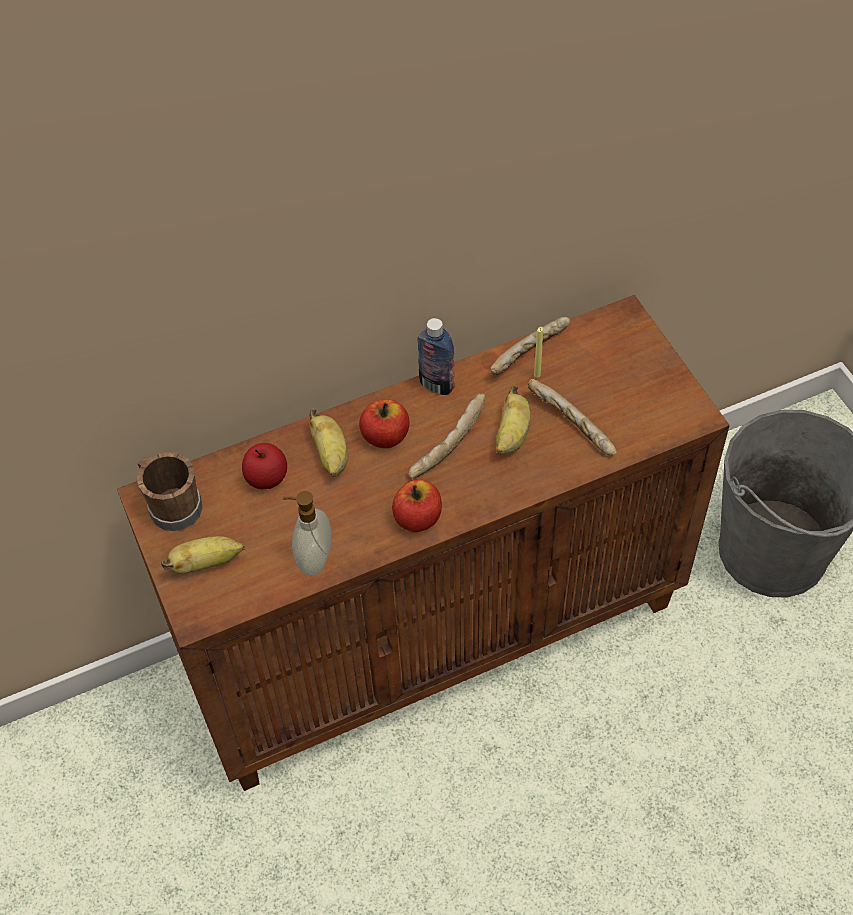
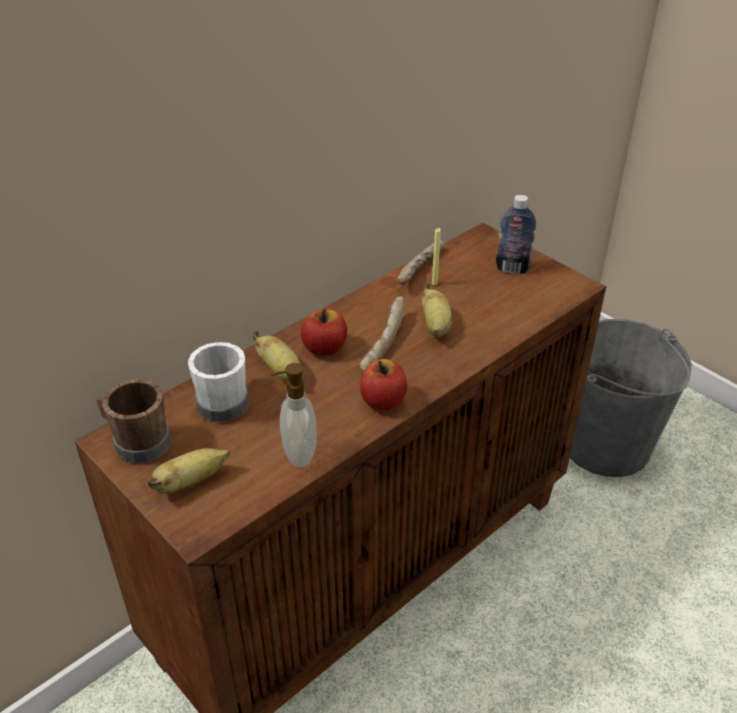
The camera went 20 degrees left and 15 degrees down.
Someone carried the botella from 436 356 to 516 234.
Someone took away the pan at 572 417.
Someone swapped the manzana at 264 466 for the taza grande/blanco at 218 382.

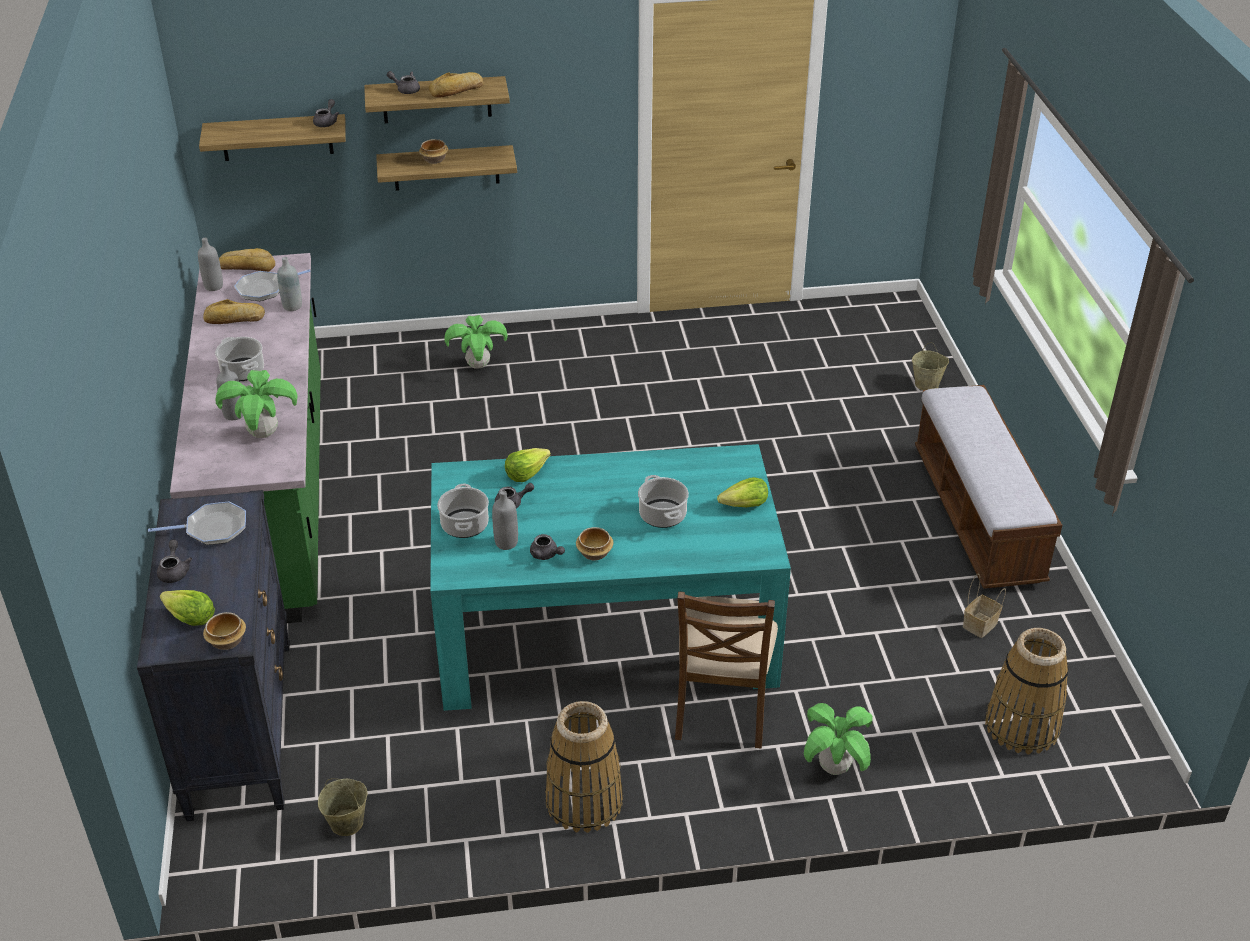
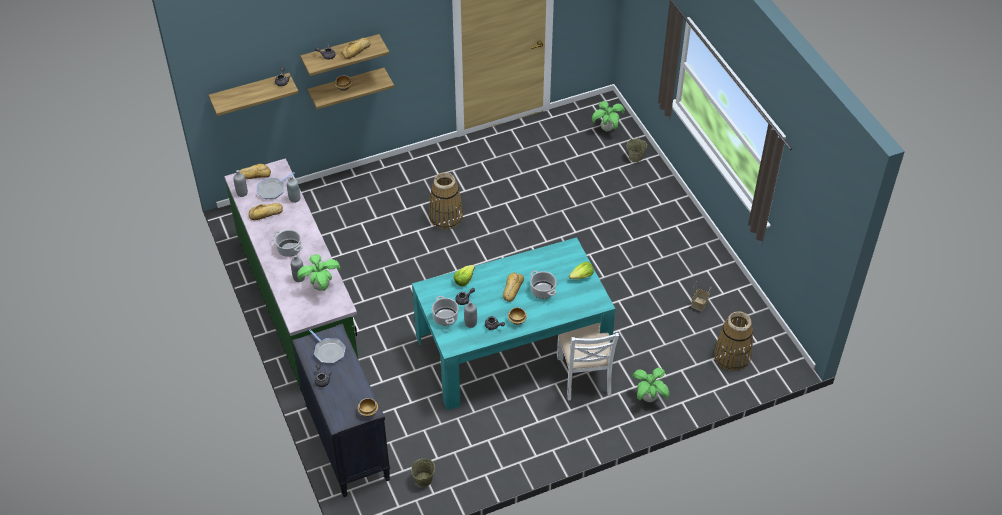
The camera went 15 degrees left and 10 degrees up.
Someone carried the planta en maceta from 476 342 to 608 116.
Someone took away the banco at 988 487.
Someone rotated the sartén at 197 523 by 75 degrees clockwise.
Someone took away the lechuga at 187 608.
Someone repainted the silla/marrón at 726 669, which became the silla/blanco at 588 362.
Someone carried the cesta from 584 767 to 446 201.
Someone put down the pan at 513 287.

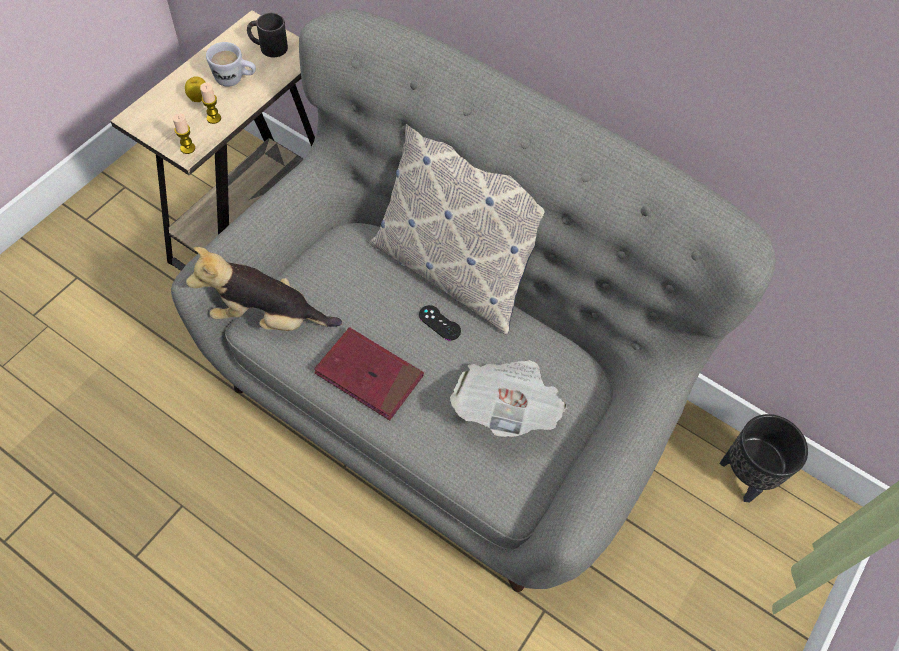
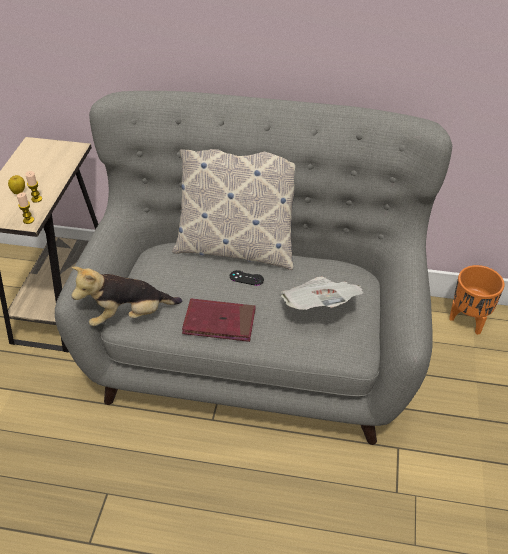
The camera went 20 degrees left and 15 degrees down.
Someone took away the taza grande/negro at 267 35.
Someone took away the taza grande/blanco at 231 64.
Someone repainted the maceta/negro at 763 458, which became the maceta/naranja at 477 300.

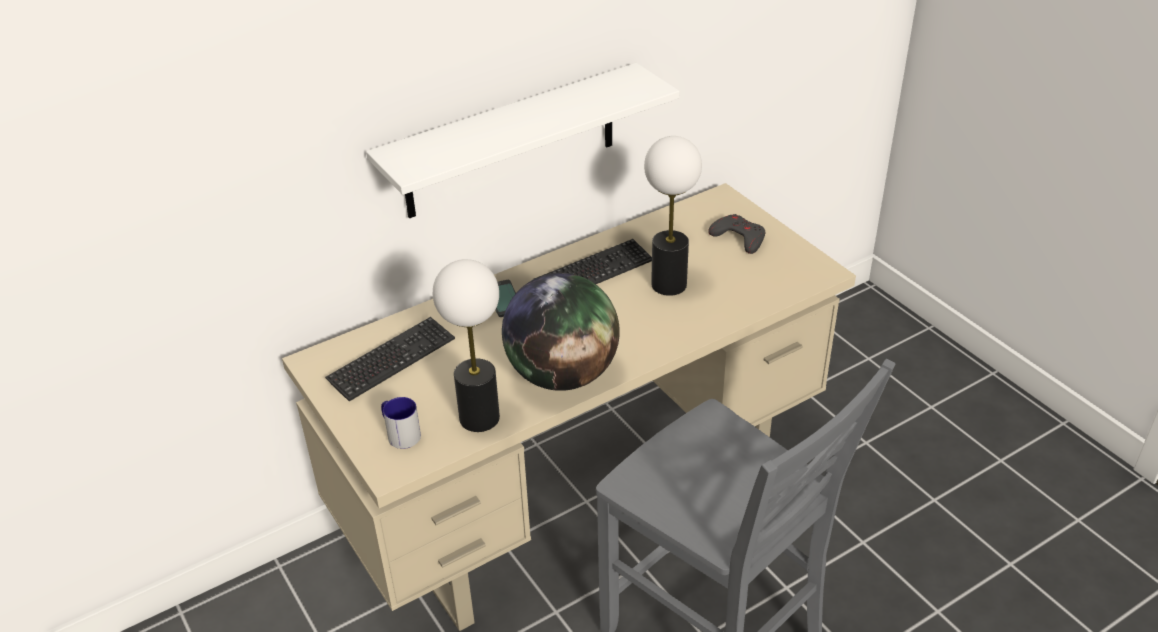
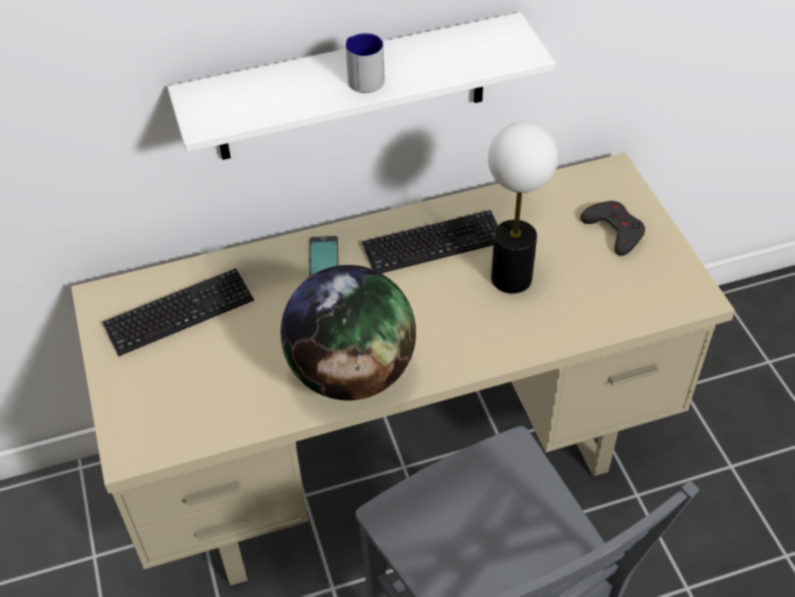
The camera went 15 degrees right and 10 degrees up.
Someone took away the lámpara de mesa at 466 345.
Someone carried the taza grande from 401 423 to 365 63.

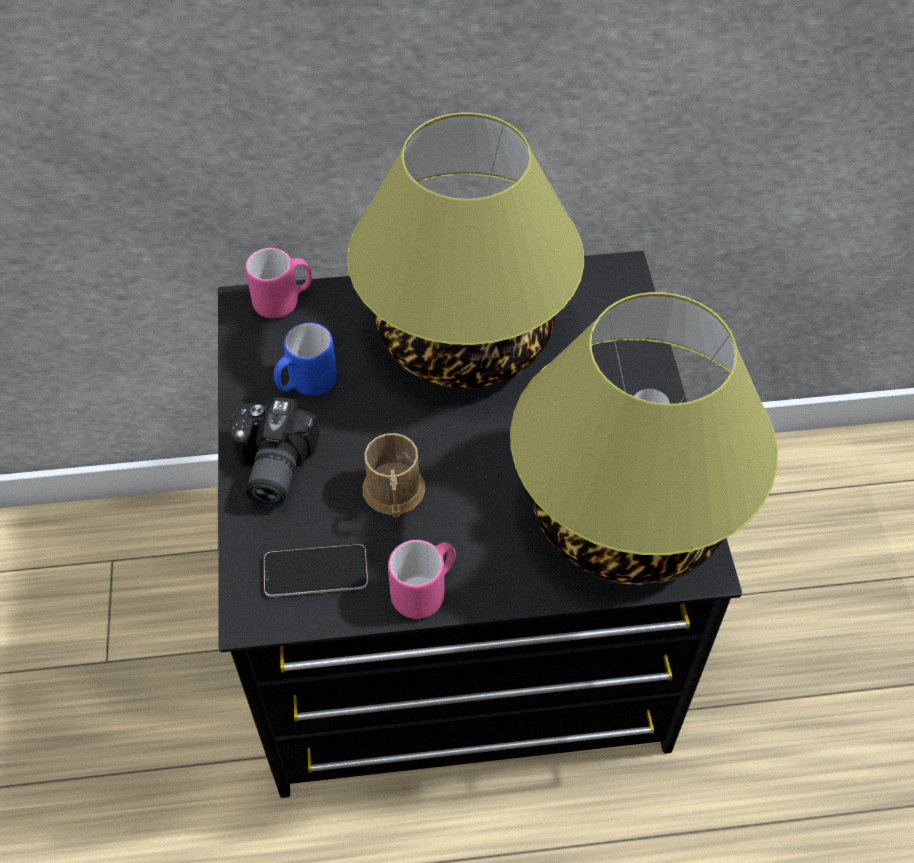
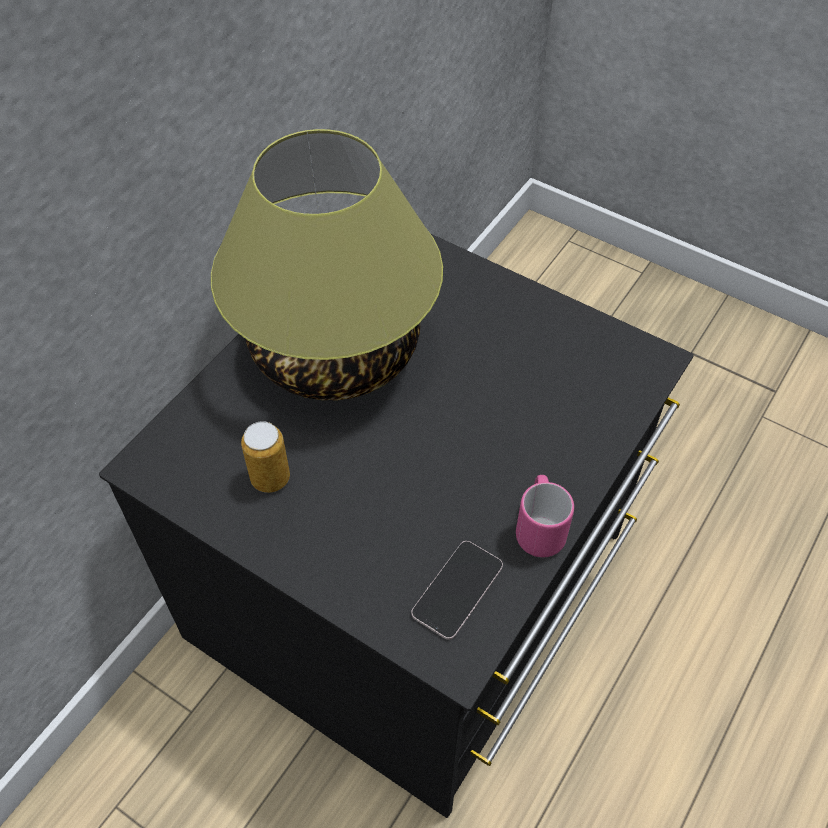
The camera went 50 degrees left and 0 degrees up.
Someone took away the taza grande/rosa at 278 283.
Someone took away the lámpara de mesa at 644 438.
Someone swapped the taza grande/azul at 305 359 for the lata at 265 457.
Someone took away the cámara at 274 452.
Someone took away the taza grande/marrón at 393 475.

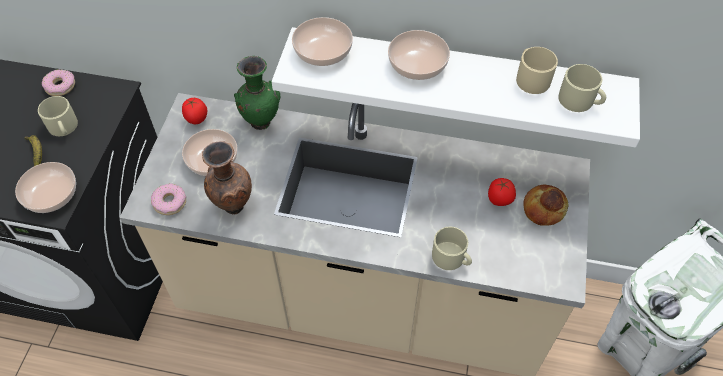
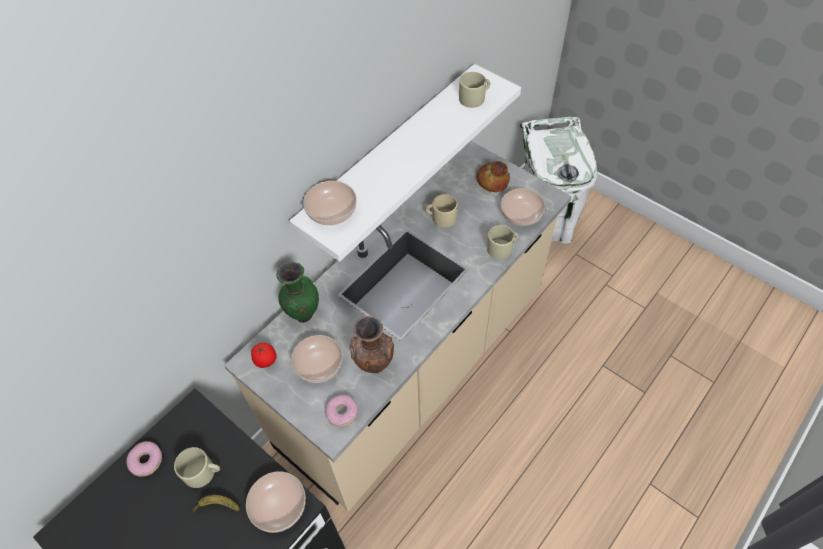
The camera went 60 degrees left and 0 degrees up.
Someone carried the cuenco from 419 55 to 523 207.
Someone carried the taza grande/beis from 537 70 to 441 210.
Someone took away the tomate at 502 192.

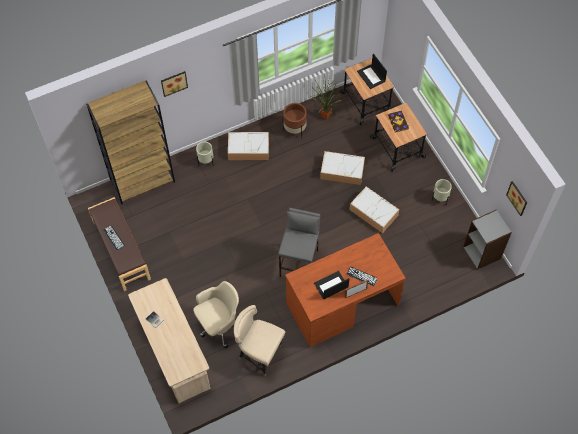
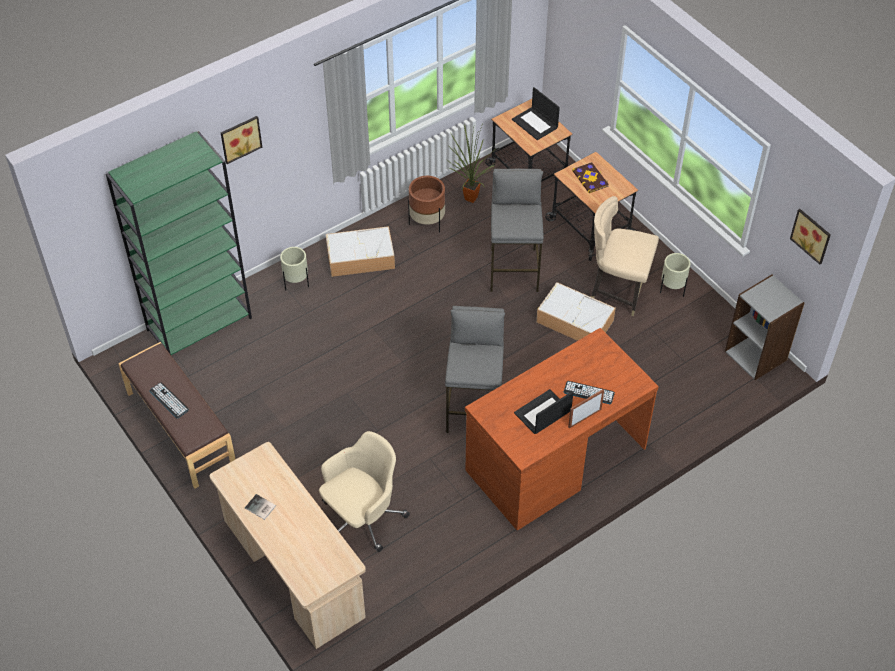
The camera went 10 degrees left and 10 degrees down.
Someone repainted the estantería/marrón at 130 142, which became the estantería/verde at 179 243.
Someone swapped the caja de almacenaje at 342 168 for the taburete/gris at 517 230.
Someone carried the silla/beis from 259 340 to 625 256.

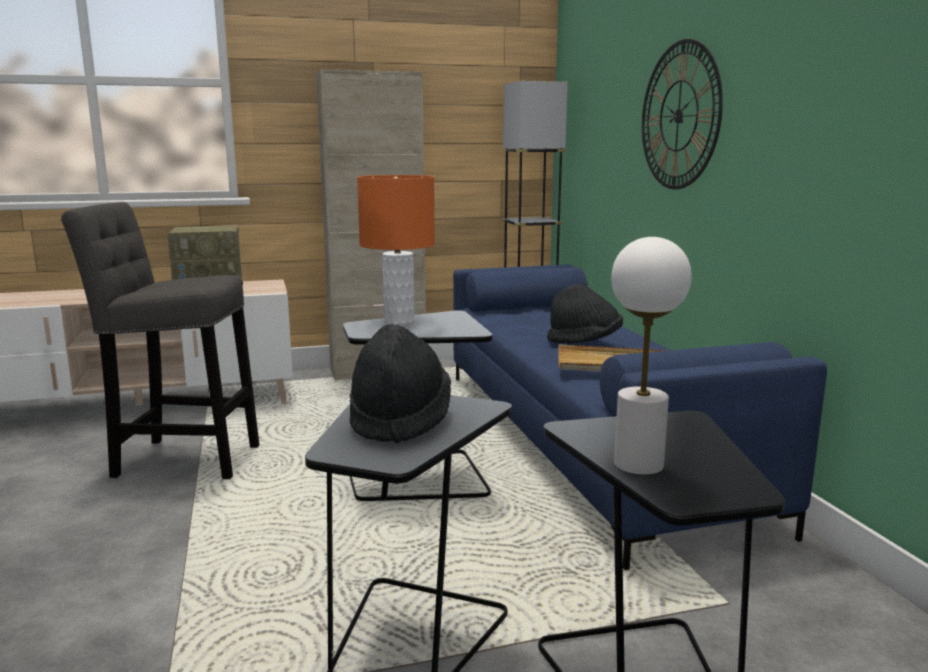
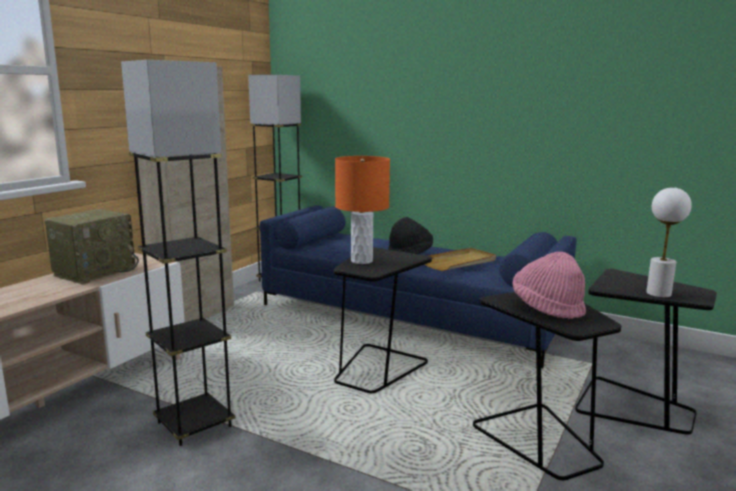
The camera went 45 degrees left and 0 degrees up.
Someone took away the reloj de pared at 682 114.
Someone swapped the taburete/gris at 160 340 for the lámpara de pie/gris at 178 253.
Someone repainted the sombrero/negro at 400 384, which became the sombrero/rosa at 549 285.

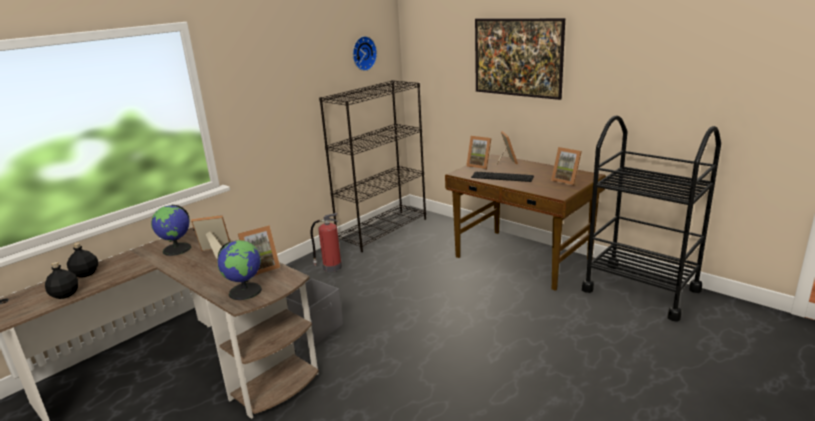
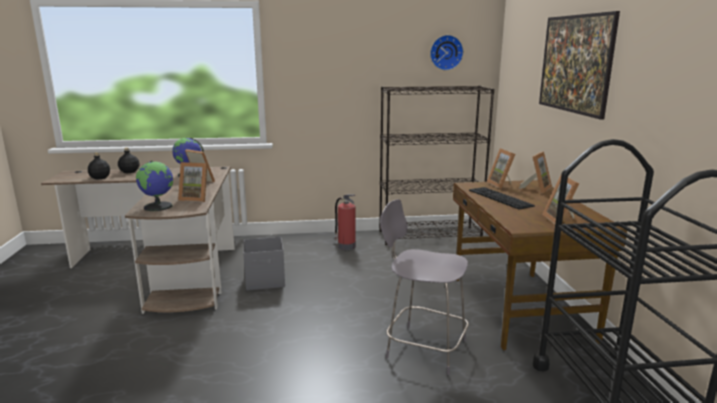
The camera went 40 degrees right and 5 degrees down.
Someone put down the taburete/gris at 424 287.

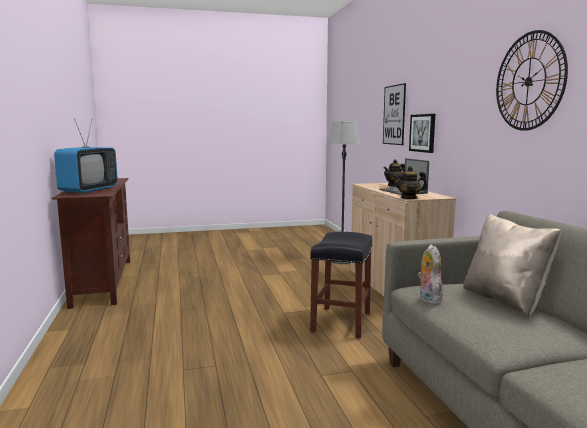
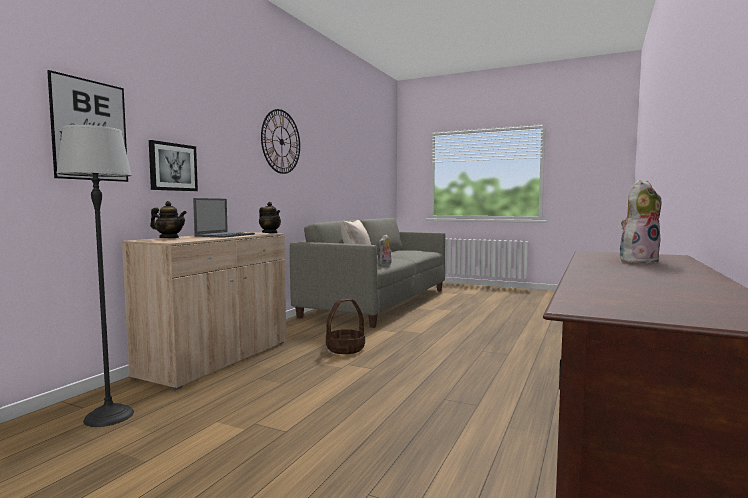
The camera went 140 degrees left and 5 degrees down.
Someone swapped the televisor at 86 155 for the peluche at 641 221.
Someone swapped the taburete/negro at 341 285 for the cesta at 345 326.

